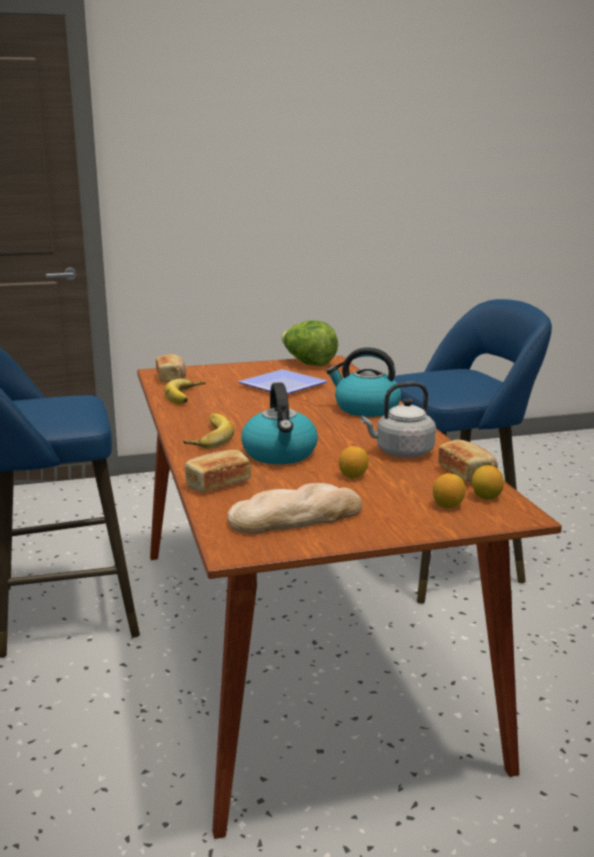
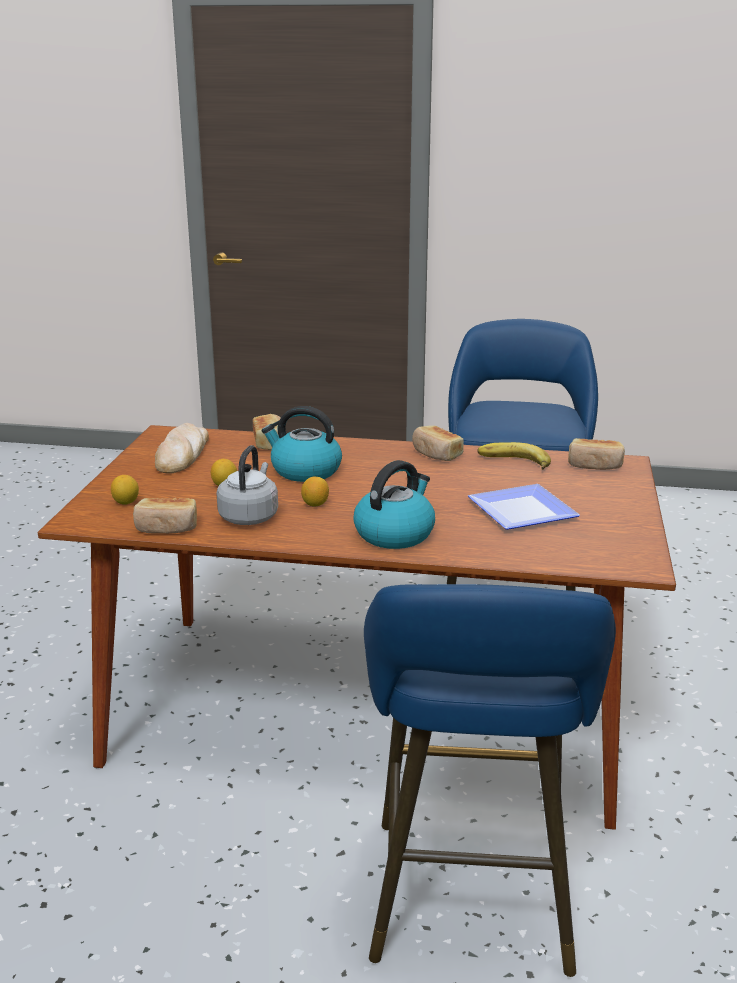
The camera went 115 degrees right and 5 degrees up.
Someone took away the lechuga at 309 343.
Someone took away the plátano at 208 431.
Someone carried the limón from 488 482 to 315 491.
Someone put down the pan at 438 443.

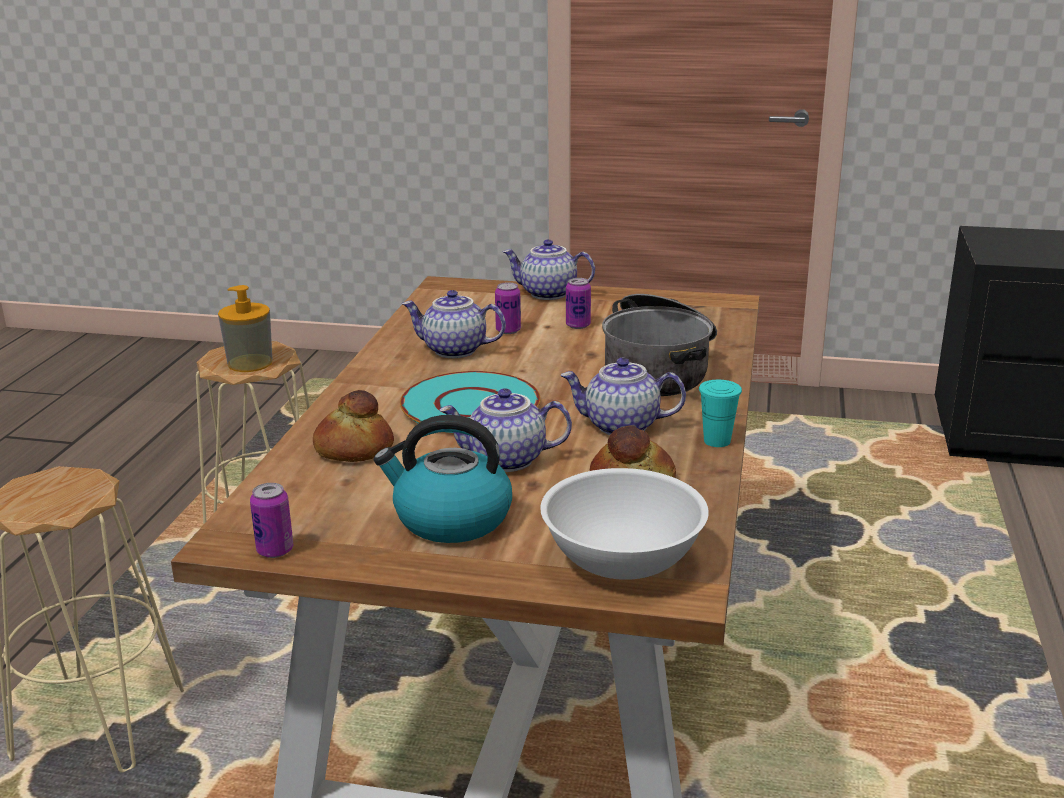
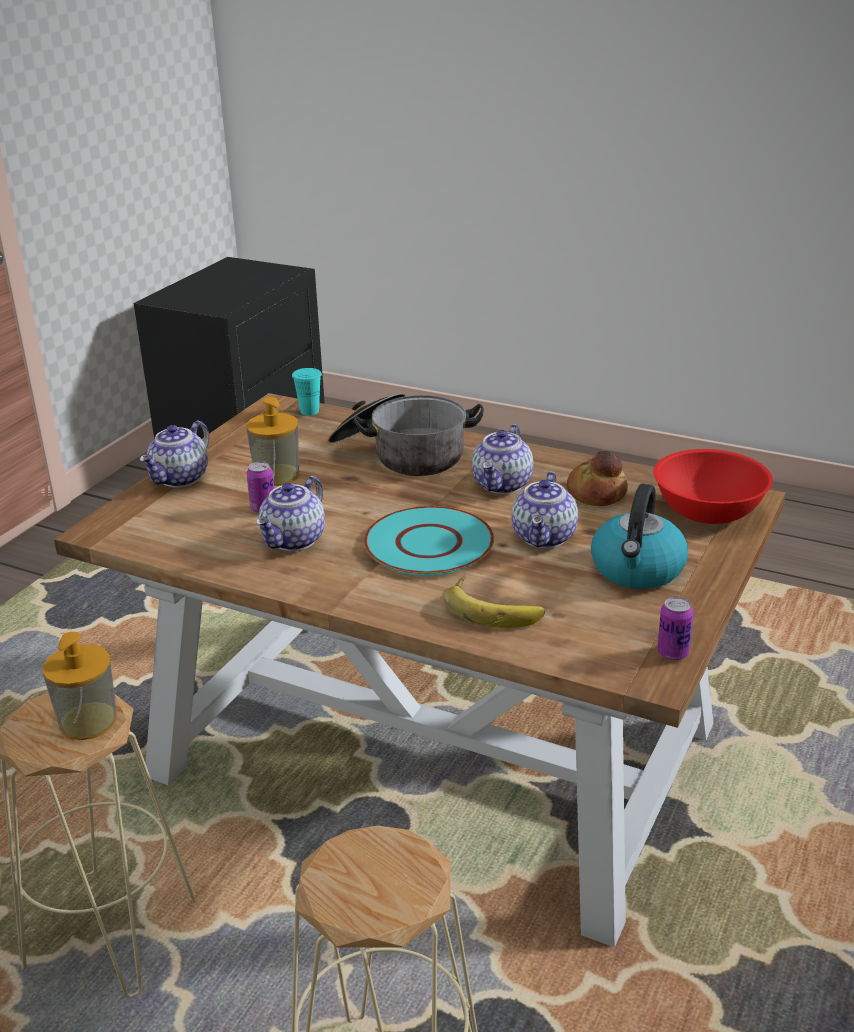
The camera went 75 degrees left and 5 degrees up.
Someone swapped the lata at 578 303 for the dispensador de jabón at 272 441.
Someone carried the taza/turquesa from 720 413 to 307 392.
Someone swapped the pan at 353 426 for the plátano at 494 602.
Someone repainted the cuenco/blanco at 624 524, which became the cuenco/rojo at 713 486.

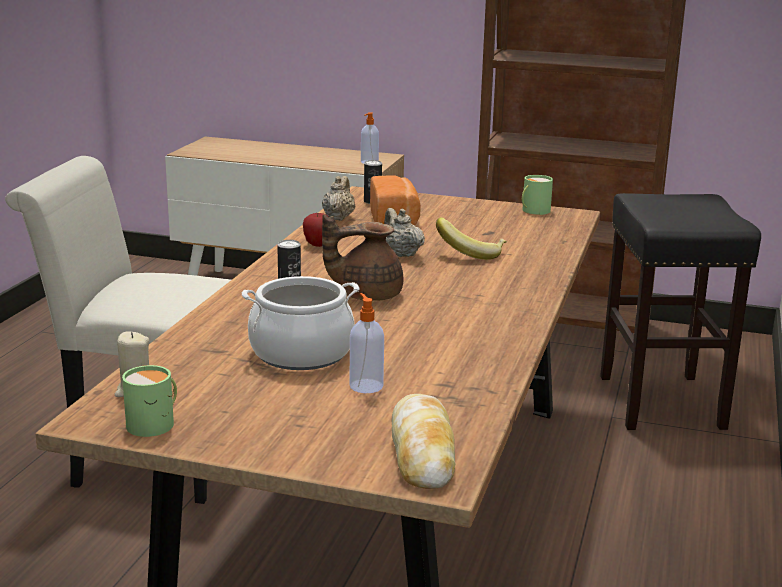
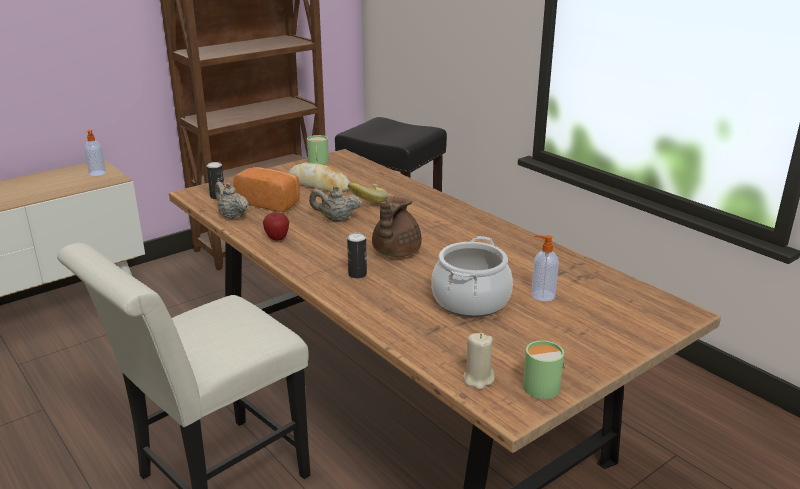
The camera went 55 degrees left and 5 degrees up.
Someone carried the pan from 423 441 to 319 177.

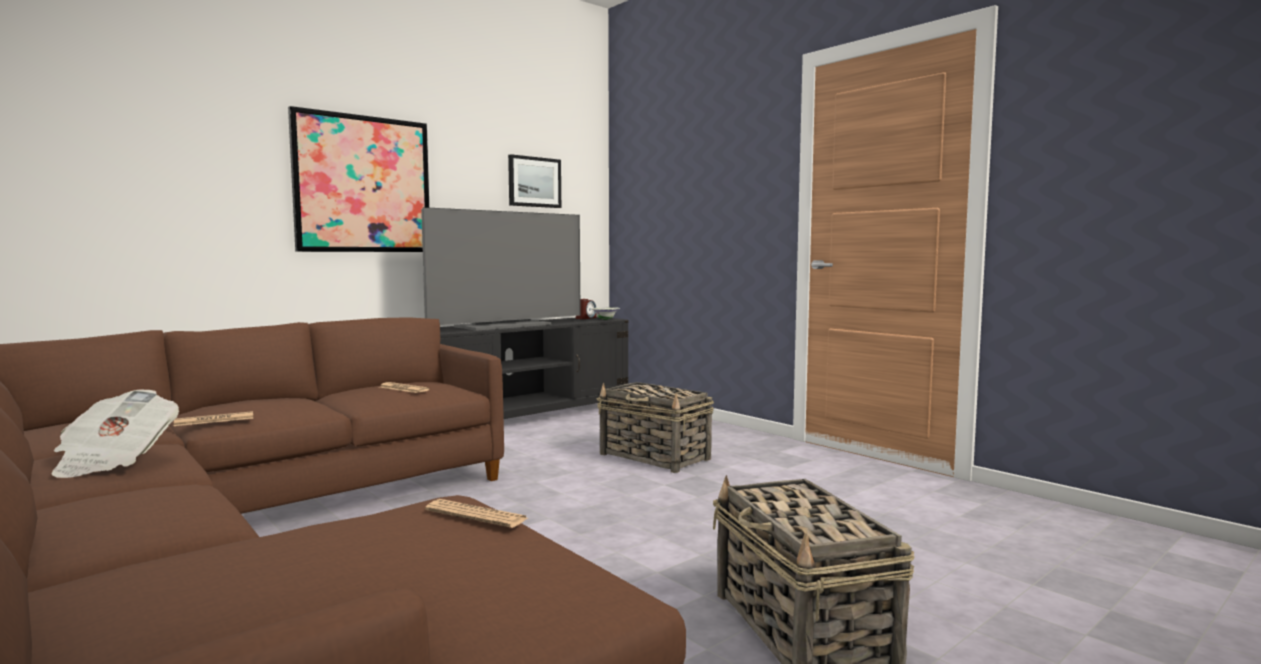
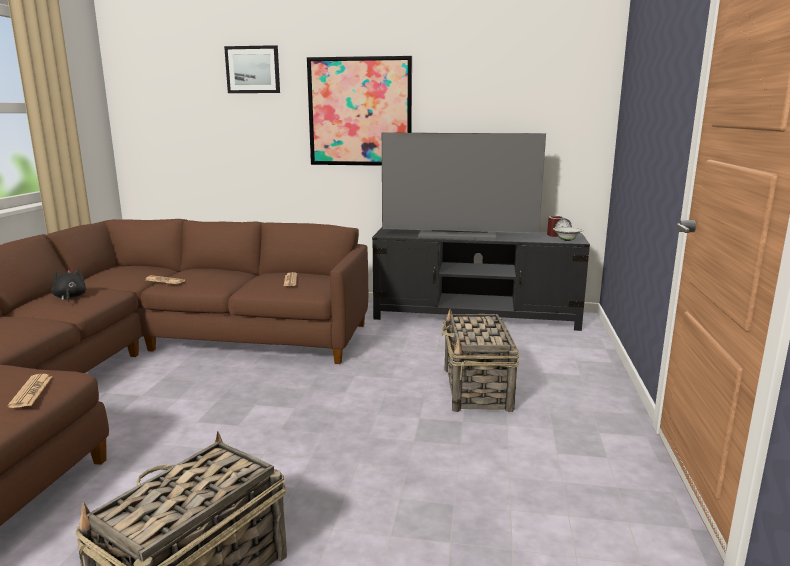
The camera went 50 degrees right and 10 degrees up.
Someone carried the cuadro from 534 181 to 252 69.
Someone swapped the periódico at 115 433 for the peluche/negro at 68 285.

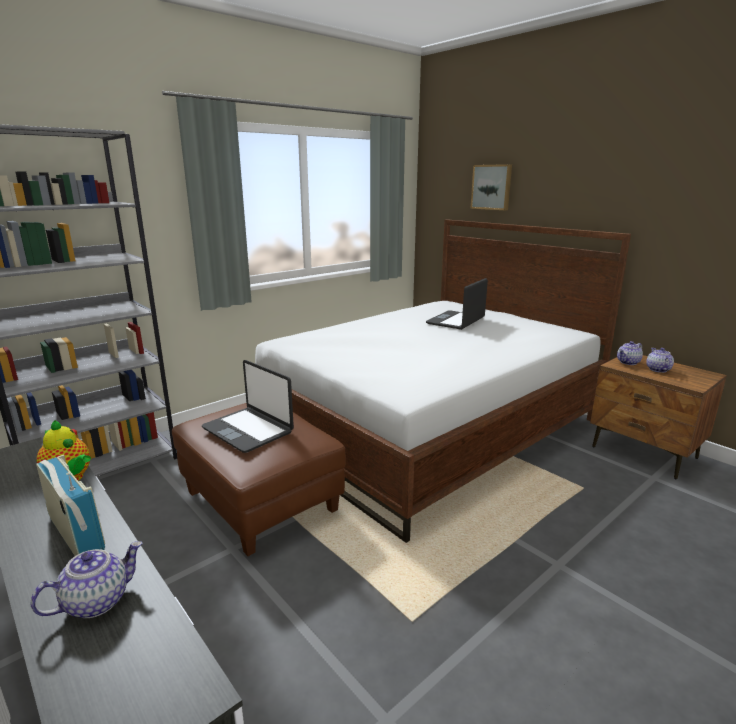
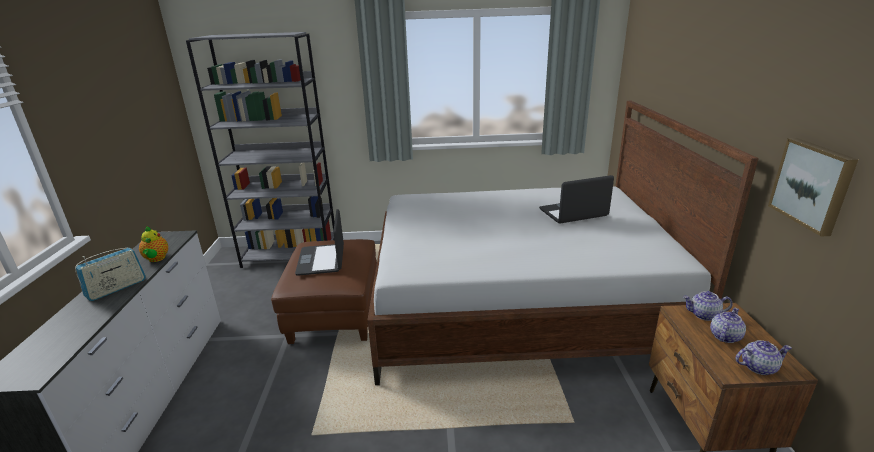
The camera went 40 degrees right and 5 degrees up.
Someone carried the cuadro from 491 187 to 813 187.
Someone rotated the radio at 70 505 by 45 degrees clockwise.
Someone carried the tetera from 87 579 to 763 357.

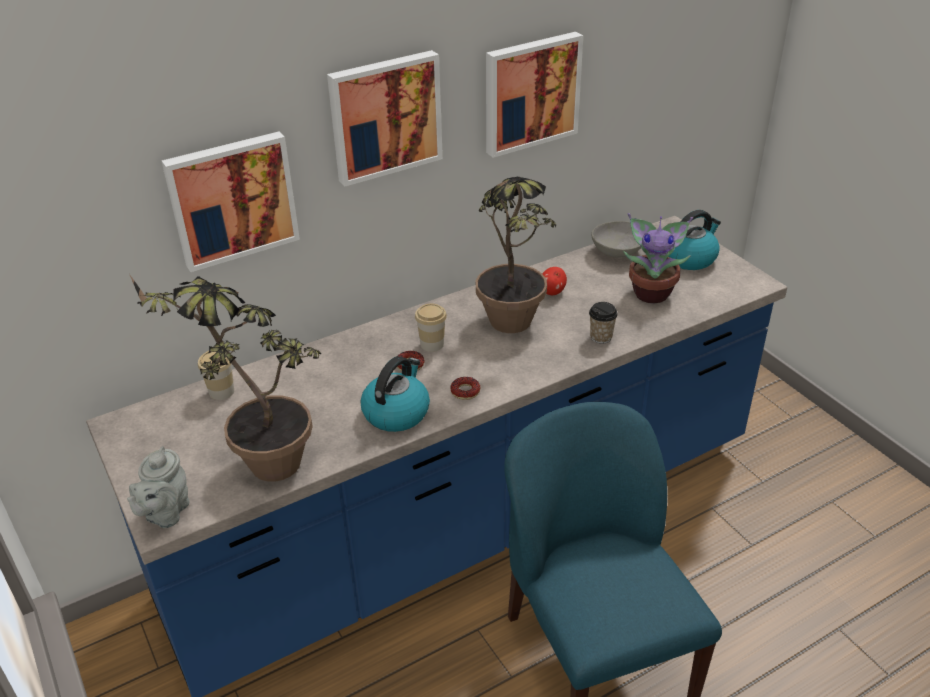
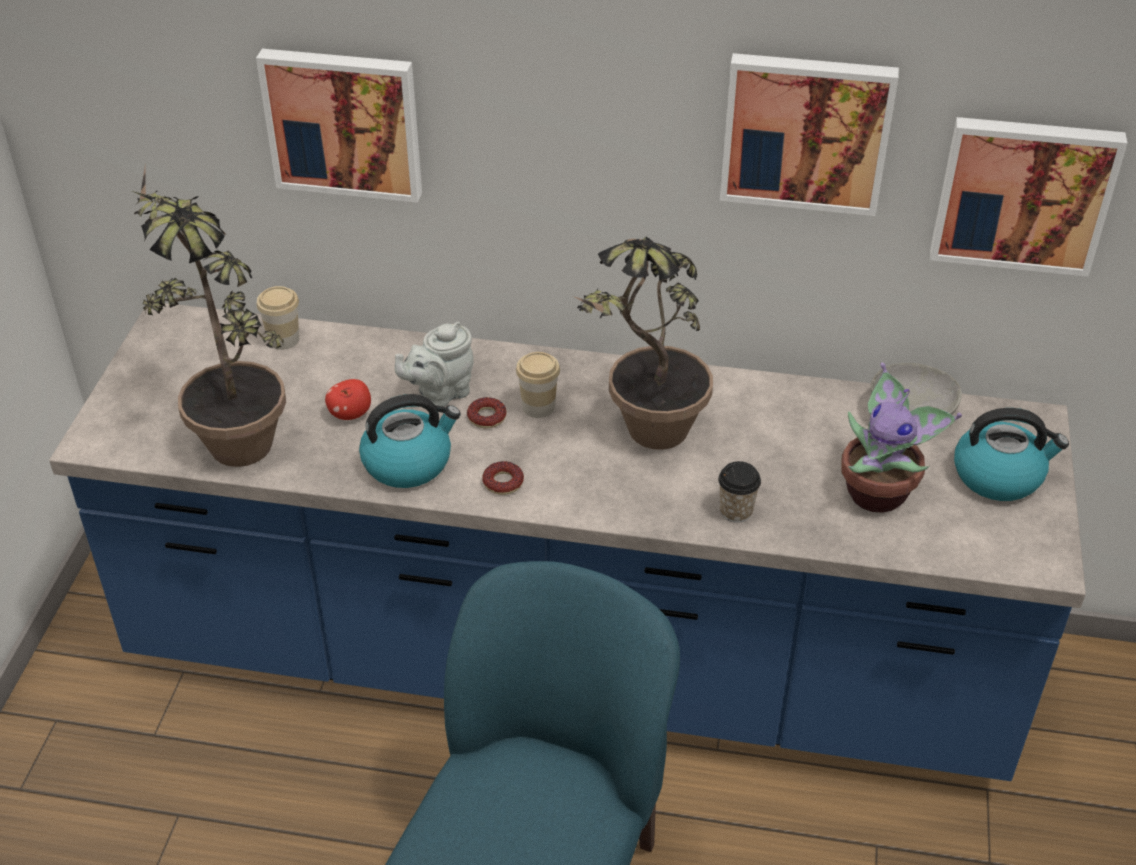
The camera went 40 degrees right and 5 degrees up.
Someone carried the cuadro from 385 118 to 1028 197.
Someone carried the manzana from 554 281 to 348 399.
Someone carried the tetera/gris from 158 487 to 434 364.

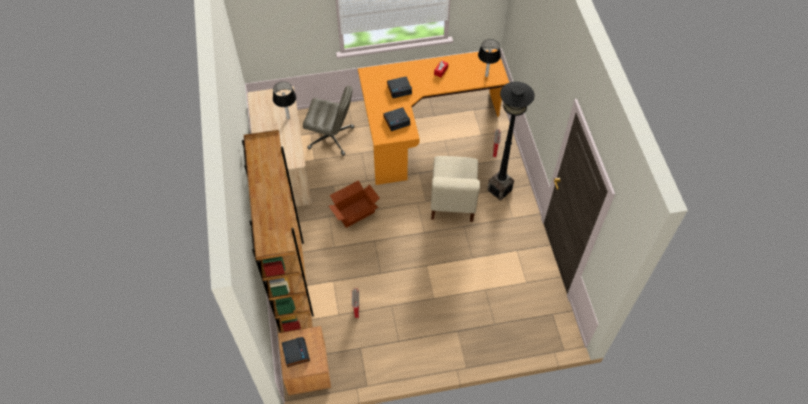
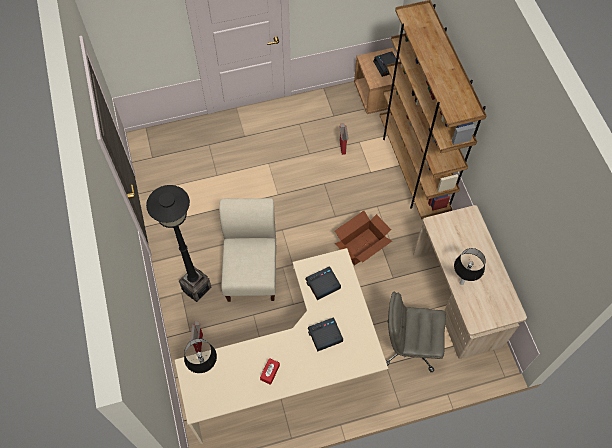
The camera went 175 degrees right and 5 degrees up.
Someone repainted the escritorio/naranja at 433 117, which became the escritorio/beis at 281 346.

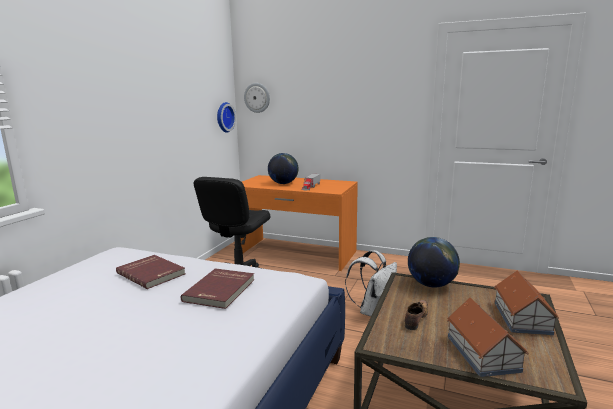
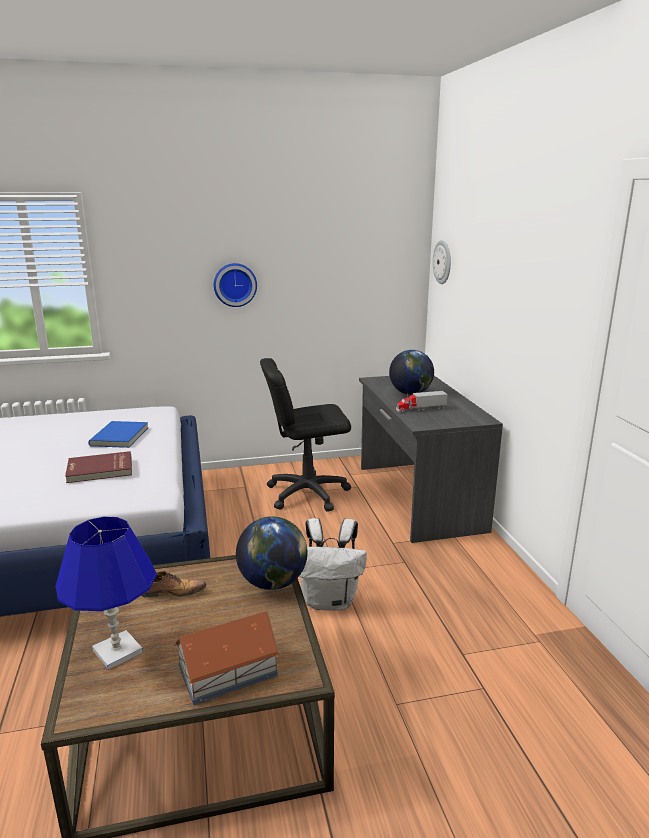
The camera went 55 degrees right and 5 degrees up.
Someone carried the reloj de pared from 226 117 to 235 285.
Someone repainted the escritorio/naranja at 299 223, which became the escritorio/gris at 431 459.
Someone repainted the libro/rojo at 150 272, which became the libro/azul at 118 434.
Someone swapped the casita at 488 337 for the lámpara de mesa/azul at 106 593.

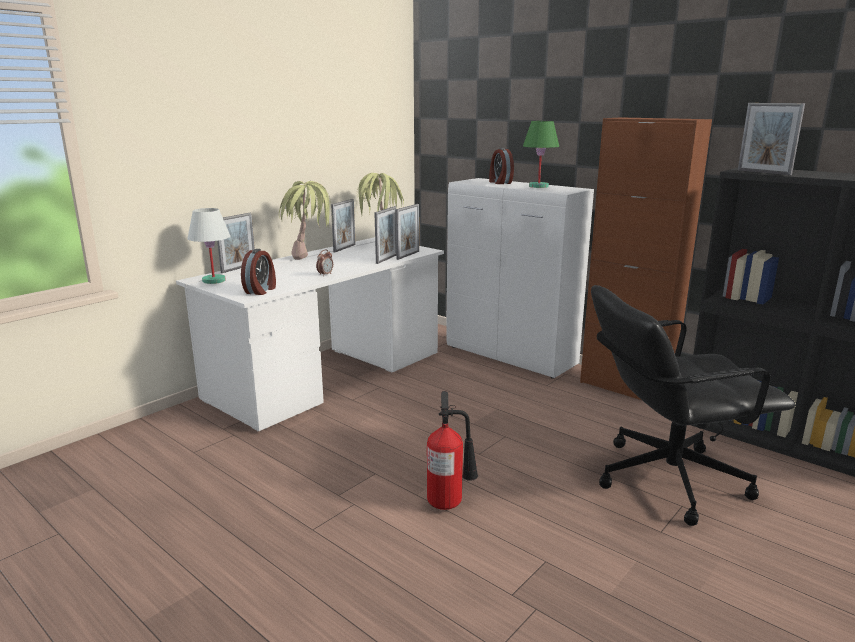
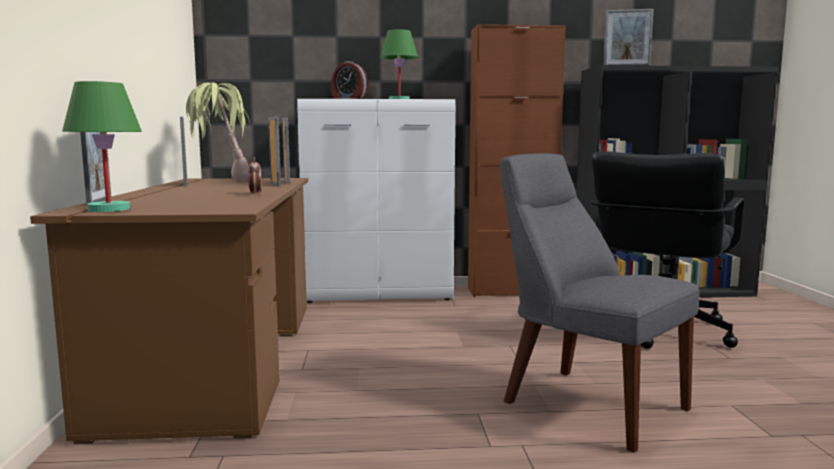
The camera went 45 degrees left and 10 degrees down.
Someone took away the planta en maceta at 306 220.
Someone repainted the lámpara de mesa/blanco at 208 246, which became the lámpara de mesa/verde at 102 146.
Someone repainted the escritorio/blanco at 310 334, which became the escritorio/marrón at 169 311.
Someone took away the despertador at 258 272.
Someone swapped the extintor at 452 450 for the silla/gris at 599 303.

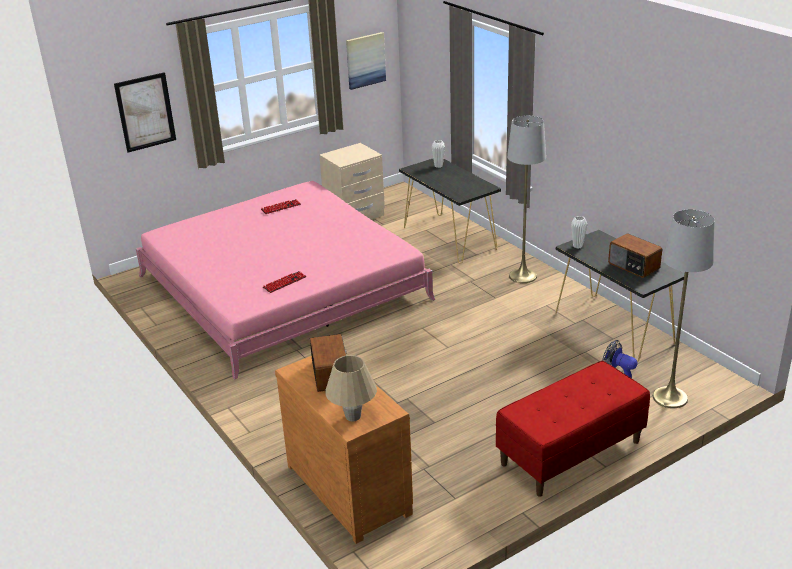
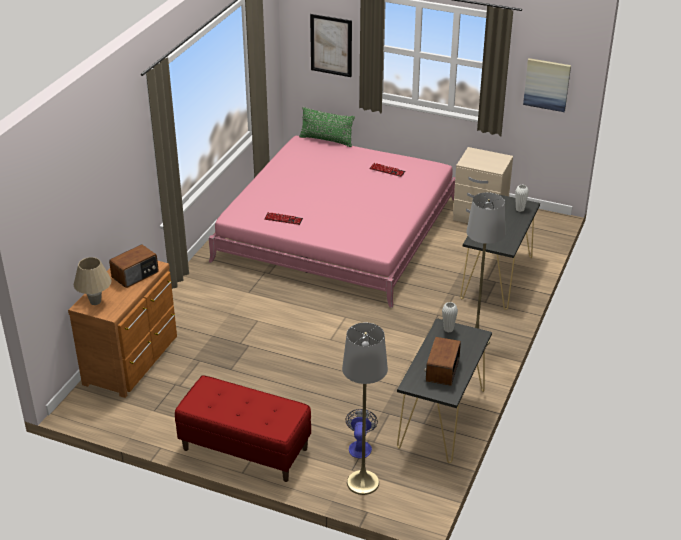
The camera went 55 degrees right and 5 degrees up.
Someone put down the cojín/verde at 327 127.

